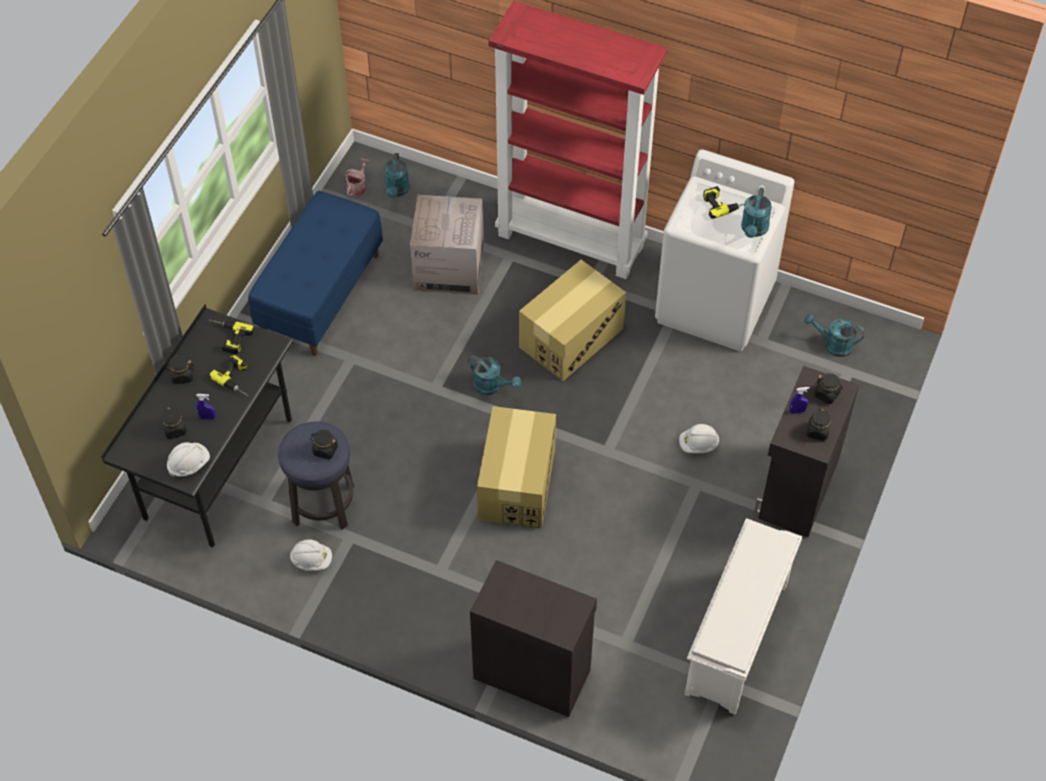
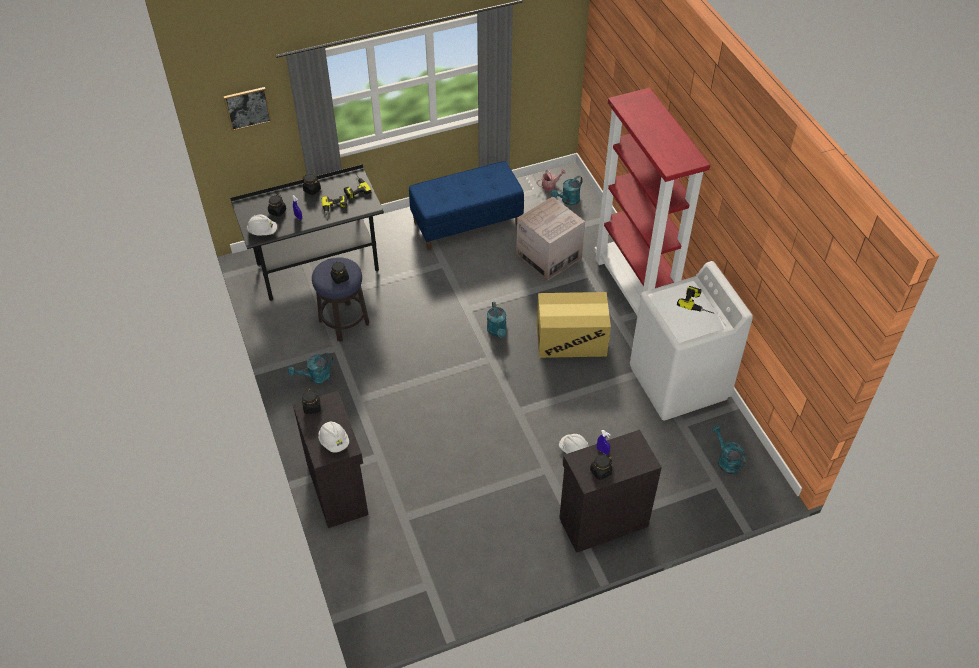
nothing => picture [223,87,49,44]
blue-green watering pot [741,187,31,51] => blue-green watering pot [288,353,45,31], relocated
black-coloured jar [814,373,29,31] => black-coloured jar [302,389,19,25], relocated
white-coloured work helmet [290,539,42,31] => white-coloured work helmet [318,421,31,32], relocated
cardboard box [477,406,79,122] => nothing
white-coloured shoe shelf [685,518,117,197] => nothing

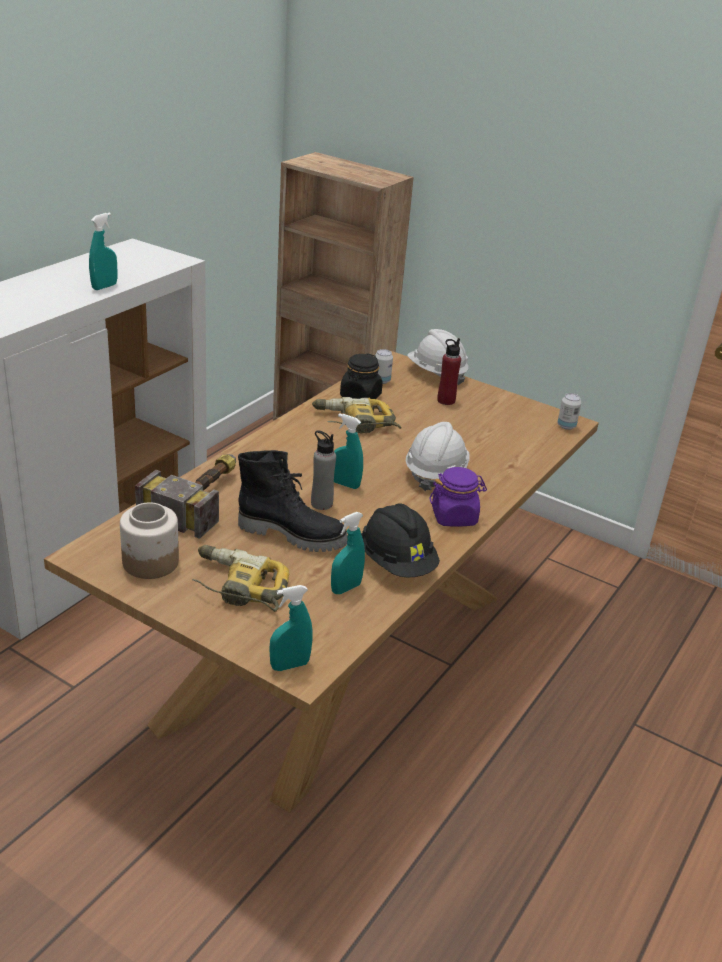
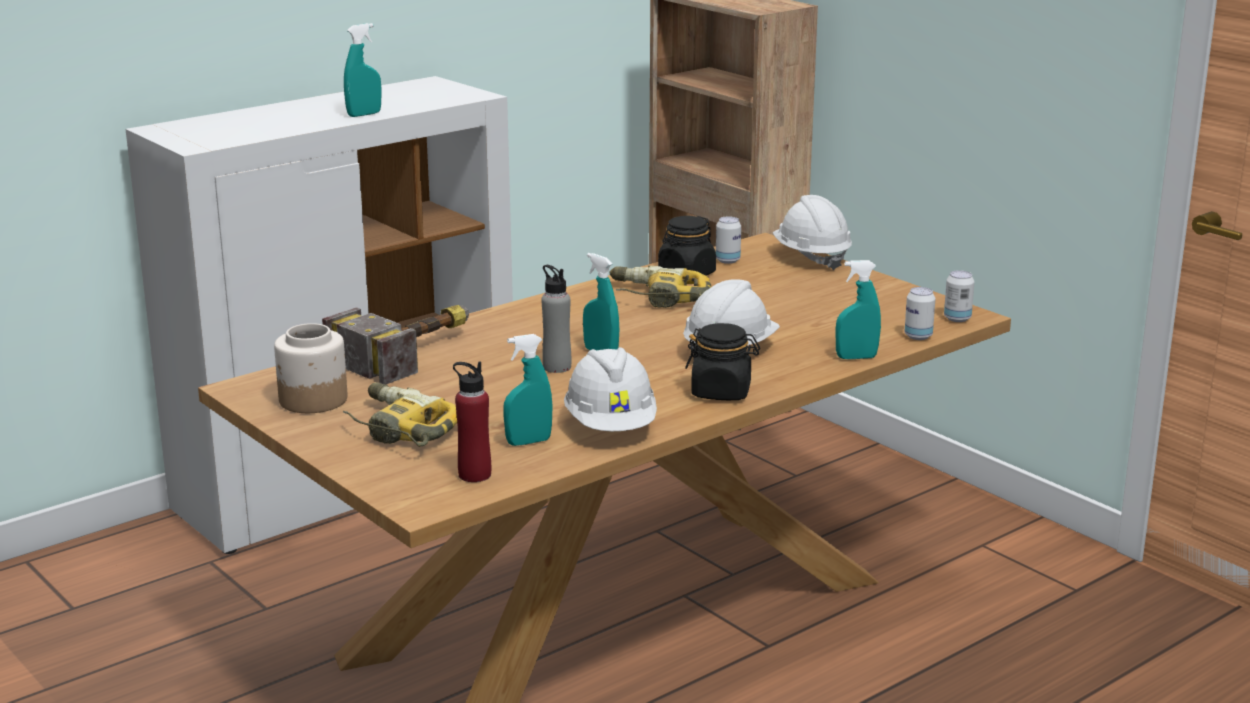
red-coloured beverage bottle [437,338,24,67] => red-coloured beverage bottle [453,362,38,120], relocated
black-coloured work helmet [361,503,79,75] => white-coloured work helmet [564,347,93,84]
purple jar [429,467,58,60] => black-coloured jar [685,323,75,77]
blue-green hand sprayer [269,585,44,86] => blue-green hand sprayer [836,260,45,99], relocated
nothing => sealed can [904,287,31,53]
black-coloured boot [238,450,110,102] => nothing

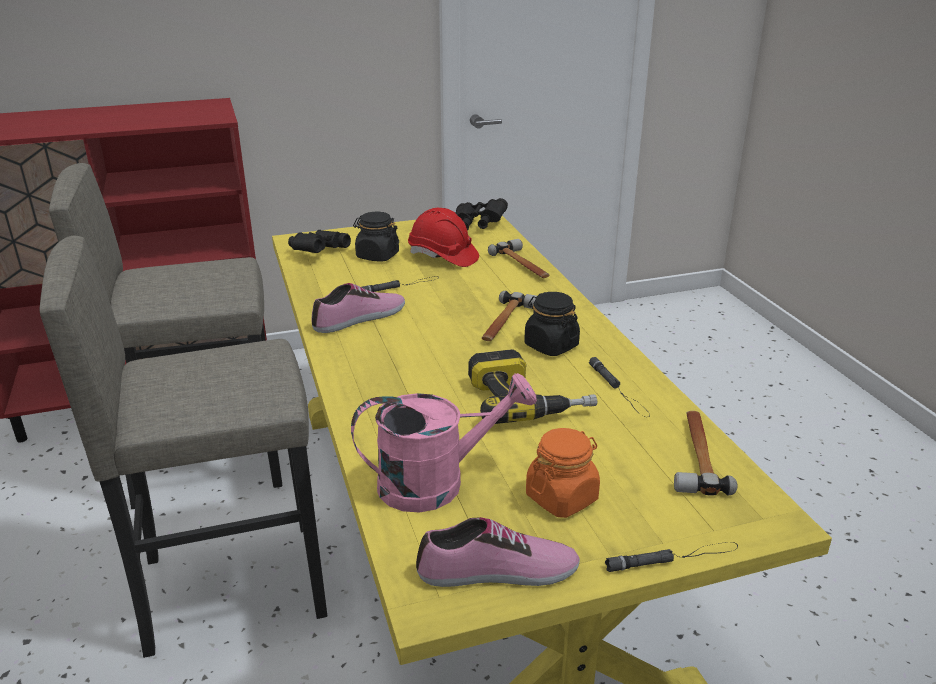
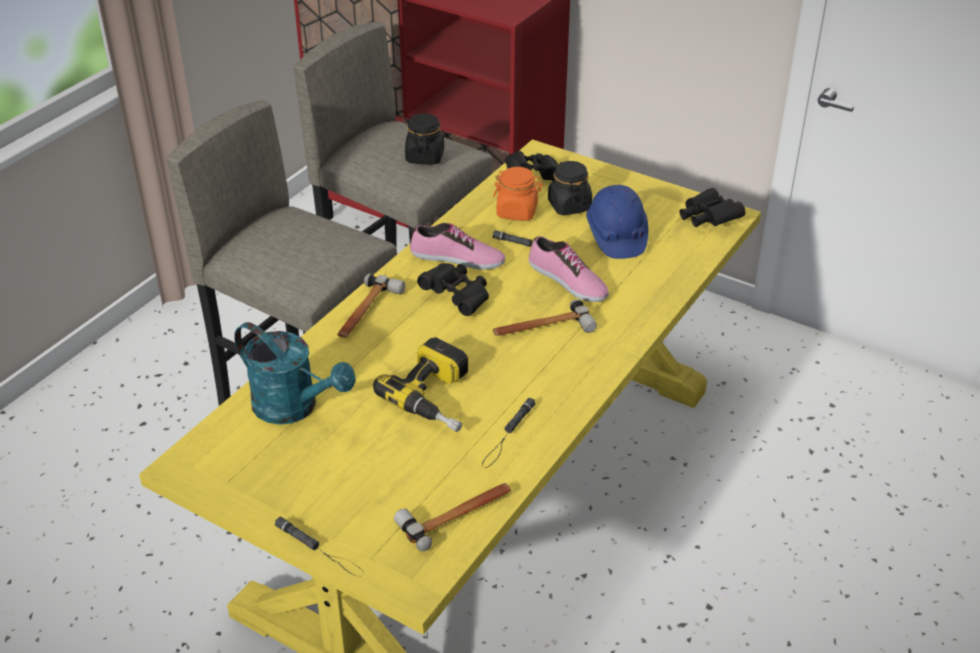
pink-coloured watering pot [351,373,186,140] => blue-green watering pot [234,322,122,103]
tool hammer [488,239,62,39] => tool hammer [337,273,68,65], relocated
black-coloured jar [524,292,56,64] => black-coloured jar [405,113,39,52], relocated
nothing => black-coloured pair of binoculars [417,263,72,53]
orange-coloured jar [526,428,74,90] => orange-coloured jar [493,167,50,54], relocated
low shoe [416,517,164,70] => low shoe [529,236,80,66], relocated
red-coloured work helmet [408,208,71,59] => blue-coloured work helmet [586,185,62,74]

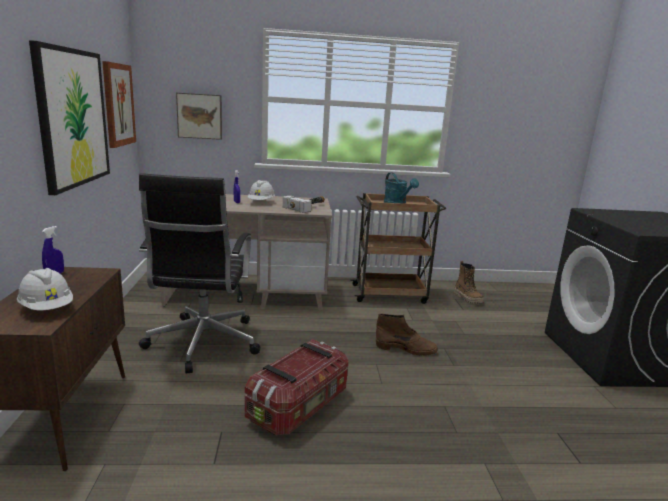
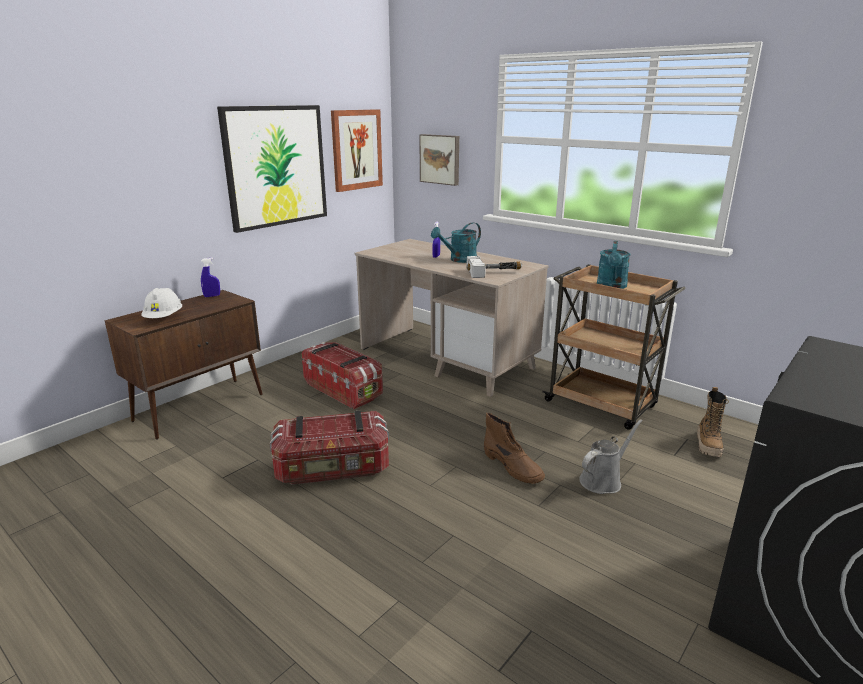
black-coloured office chair [139,173,122,201] => storage container [301,342,82,67]
white-coloured work helmet [248,180,27,20] => blue-green watering pot [431,222,50,41]
nothing => greyish watering pot [579,419,64,75]

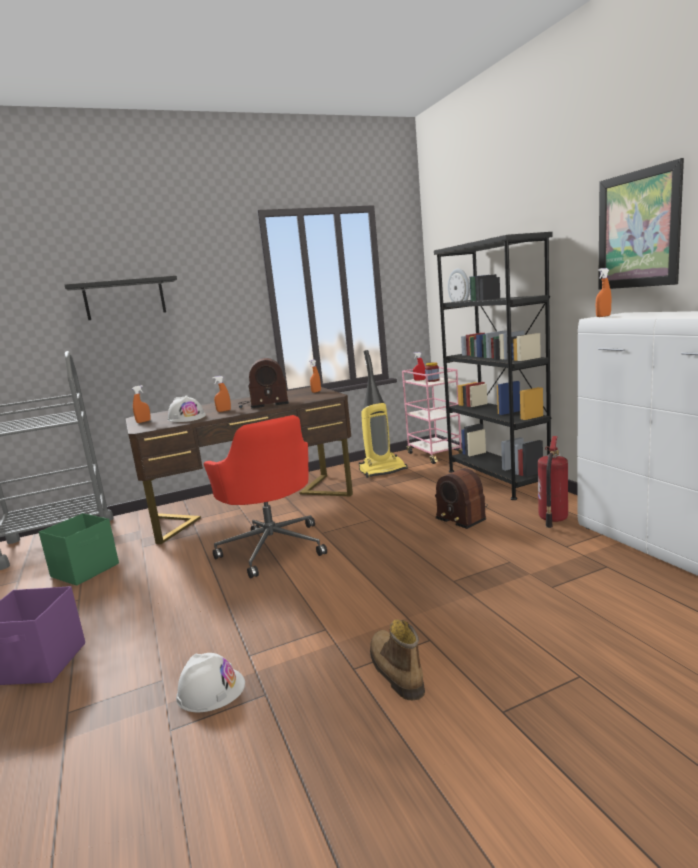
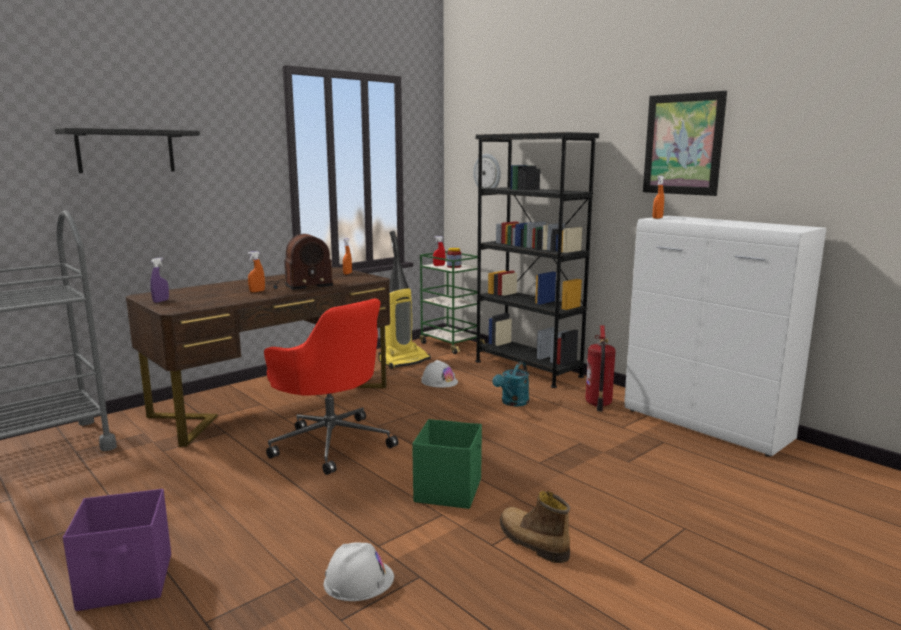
orange-coloured hand sprayer [132,385,19,38] => purple hand sprayer [150,257,19,46]
green storage container [39,513,80,73] => green storage container [412,419,70,90], relocated
pink-coloured cart [402,367,61,97] => green cart [420,251,65,103]
white-coloured work helmet [168,395,38,27] => white-coloured work helmet [421,360,37,28], relocated
radio set [435,468,53,61] => blue-green watering pot [493,362,36,45]

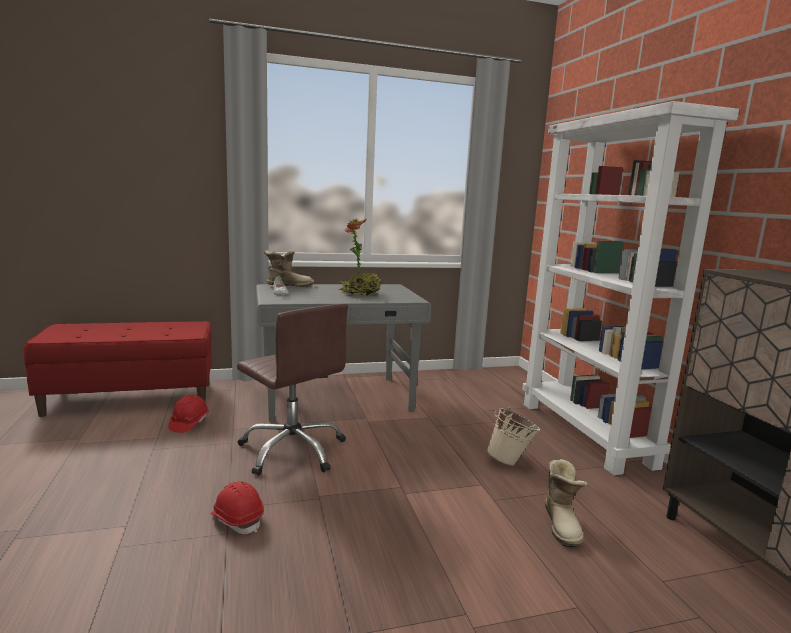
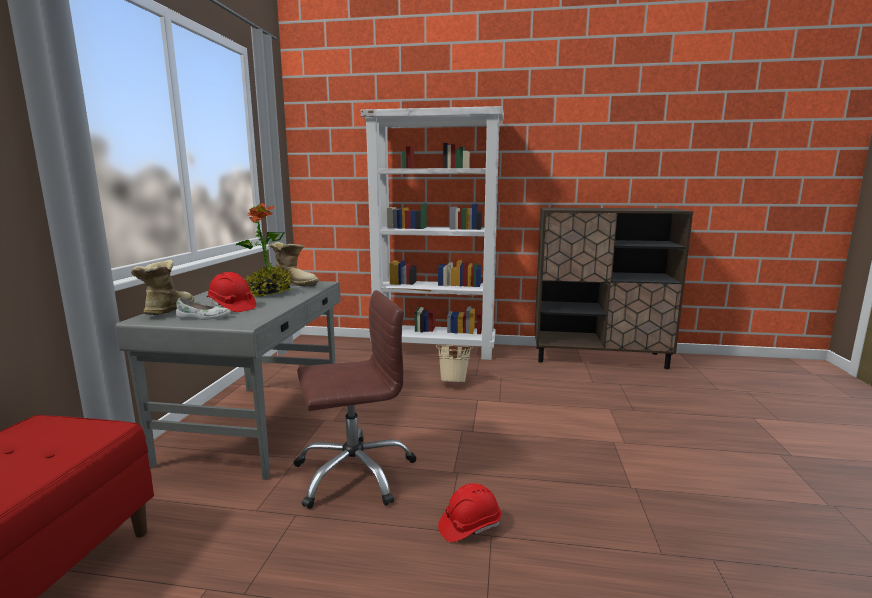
red-coloured work helmet [168,394,41,39] => red-coloured work helmet [207,272,49,40], relocated
boot [545,459,43,88] => boot [270,242,49,45], relocated

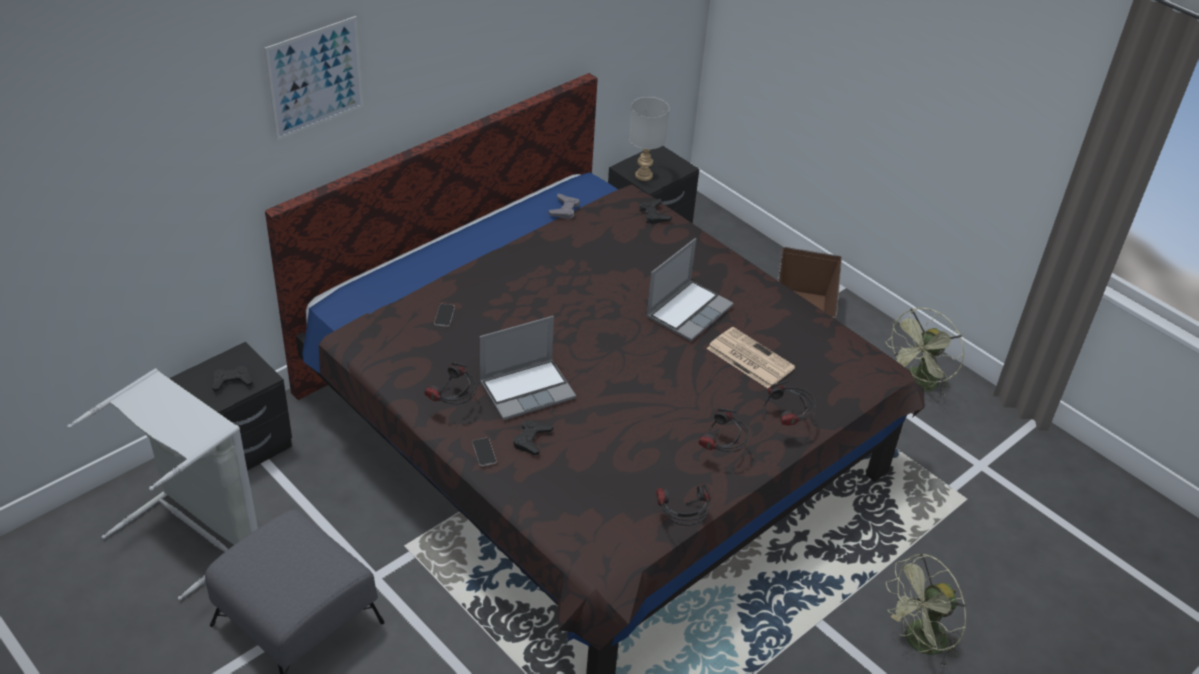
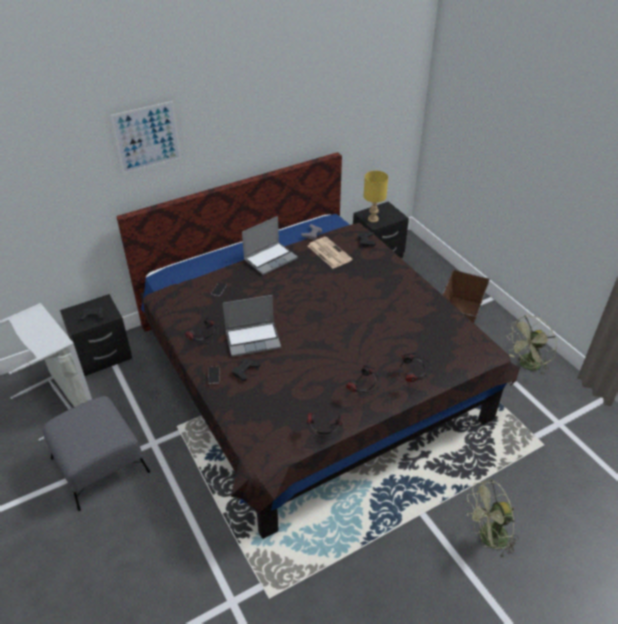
notebook computer [646,238,88,103] => notebook computer [242,216,56,59], relocated
daily paper [707,327,88,61] => daily paper [308,237,45,31], relocated
greyish table lamp [629,97,40,84] => yellowish table lamp [364,171,24,52]

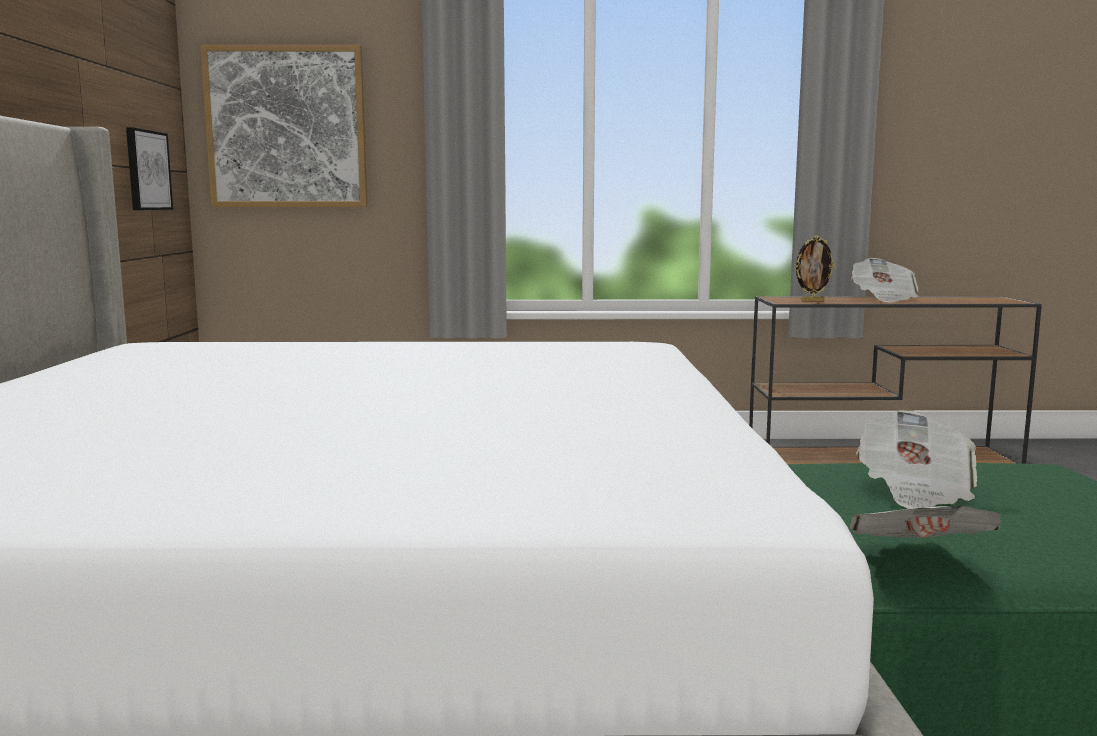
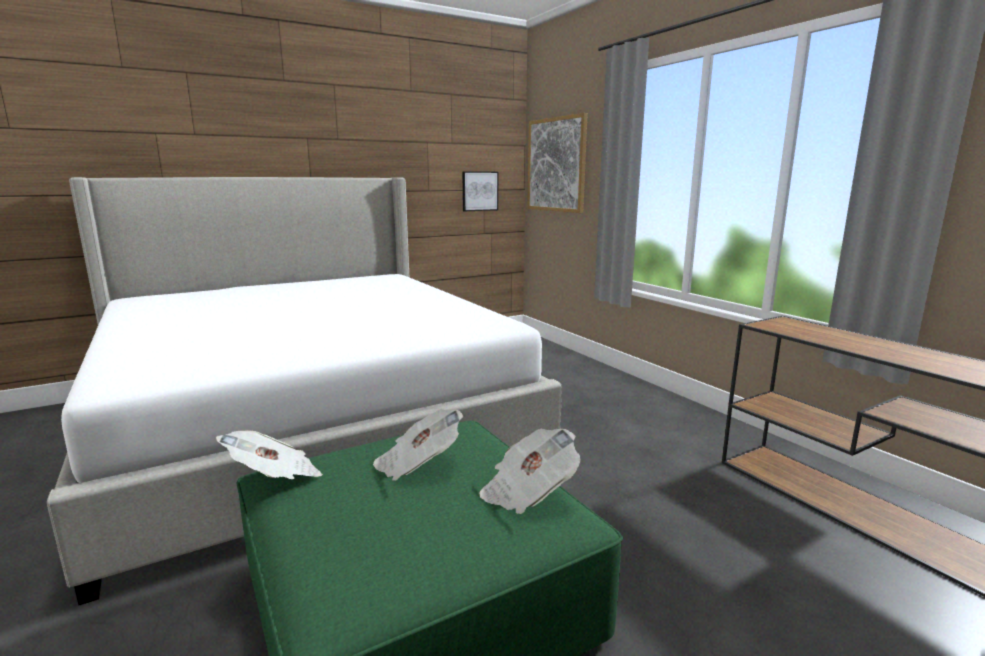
daily paper [851,258,67,44] => daily paper [479,429,101,85], relocated
picture frame [794,235,42,67] => nothing

